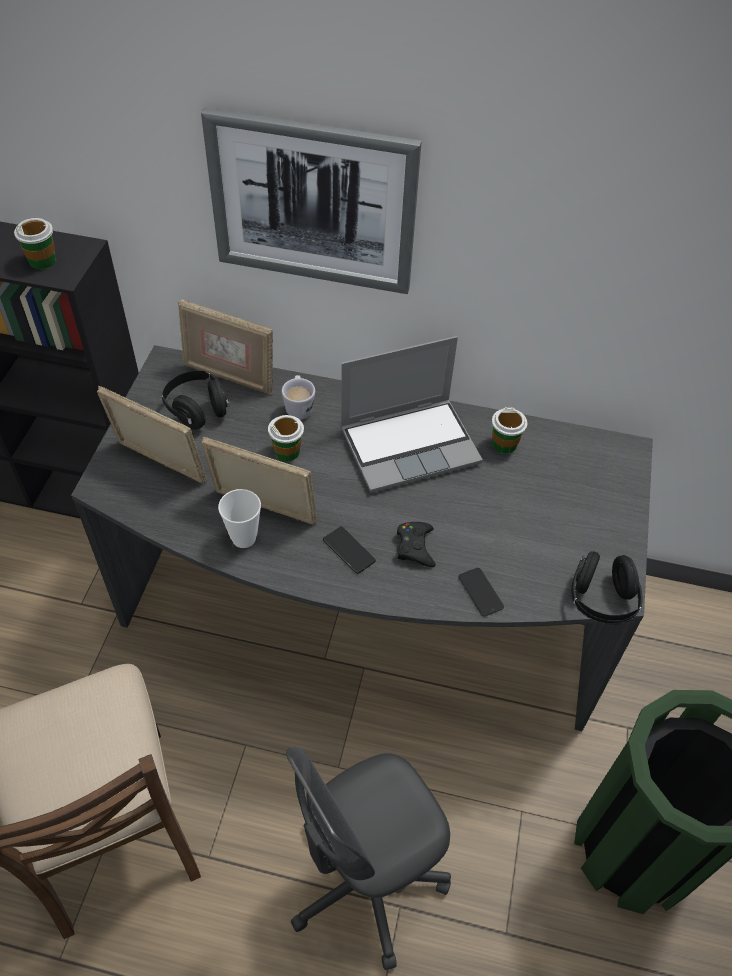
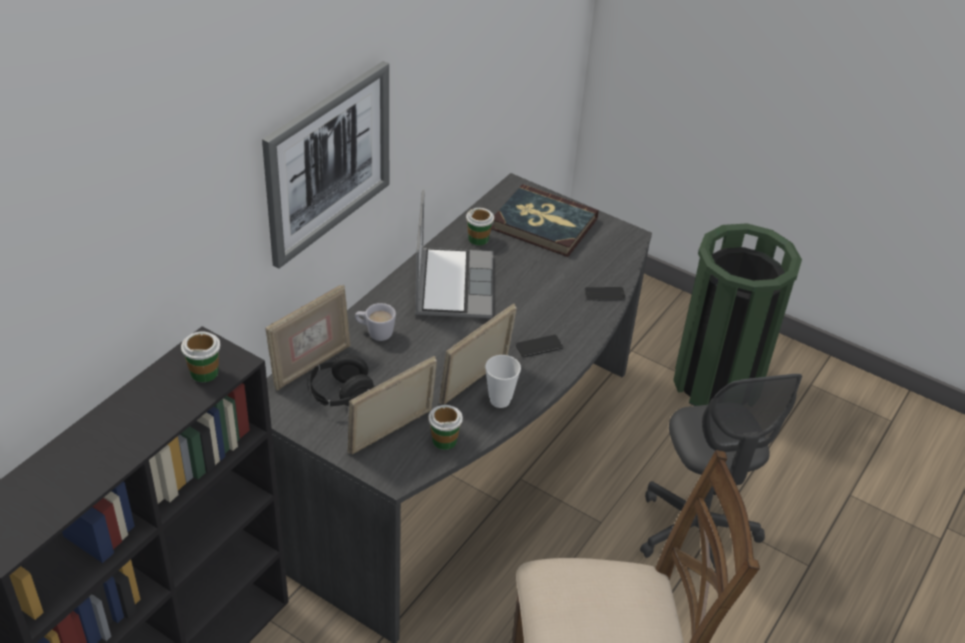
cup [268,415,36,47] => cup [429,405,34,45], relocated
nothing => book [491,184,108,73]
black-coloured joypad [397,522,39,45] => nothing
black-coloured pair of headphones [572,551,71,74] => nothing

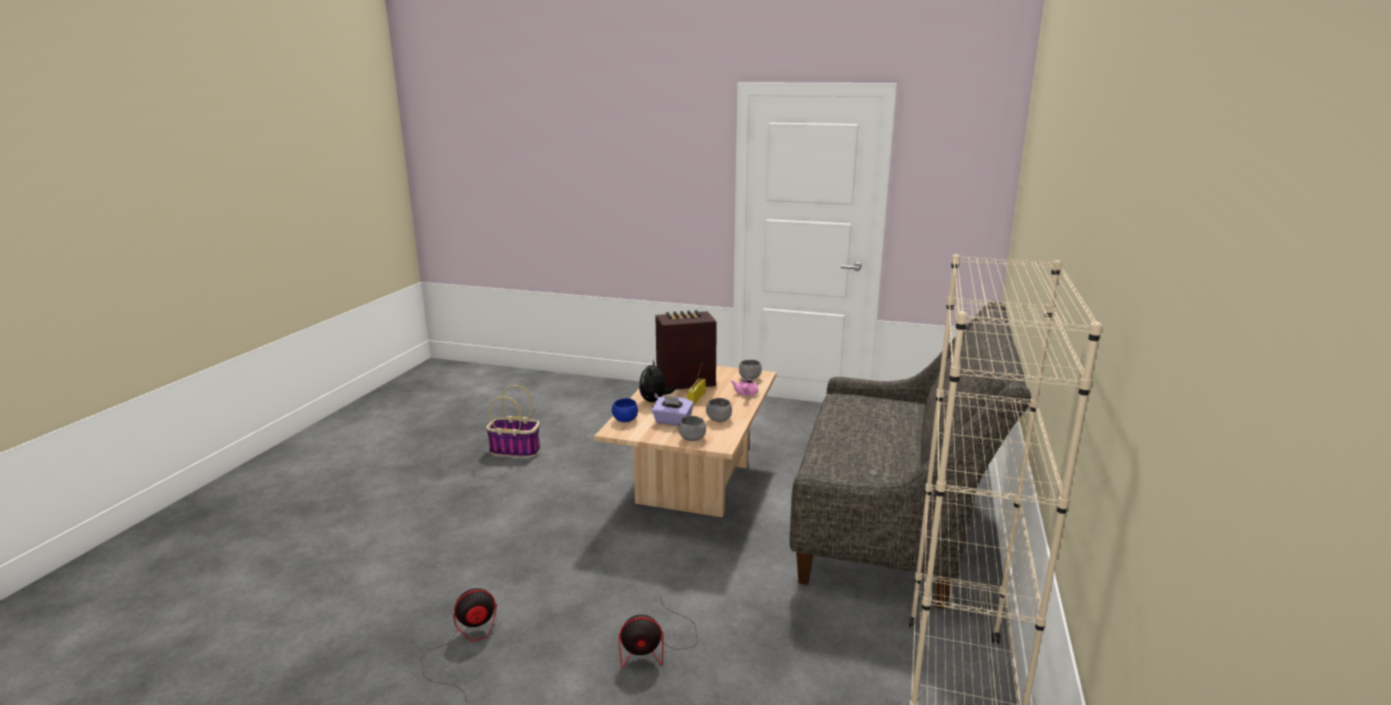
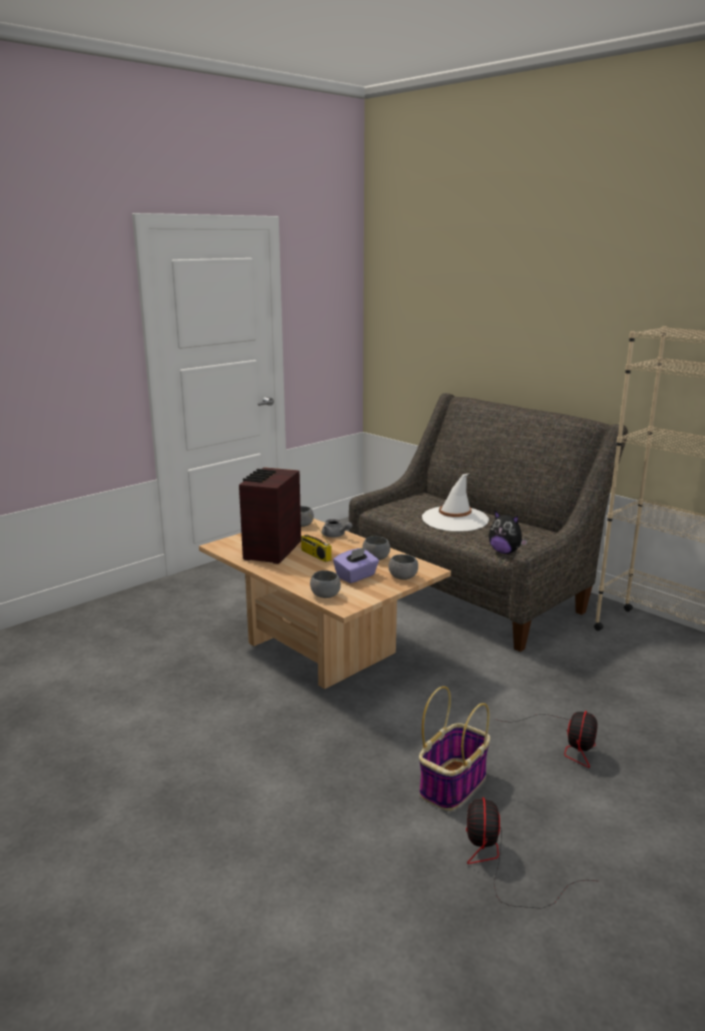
blue-coloured bowl [612,398,26,24] => greyish bowl [310,570,31,28]
pink-coloured tea pot [731,378,27,18] => greyish tea pot [322,519,30,18]
basket [486,385,54,73] => basket [419,686,71,125], relocated
nothing => white-coloured clothing hat [422,473,67,59]
soft toy [639,360,36,42] => soft toy [488,511,40,43], relocated

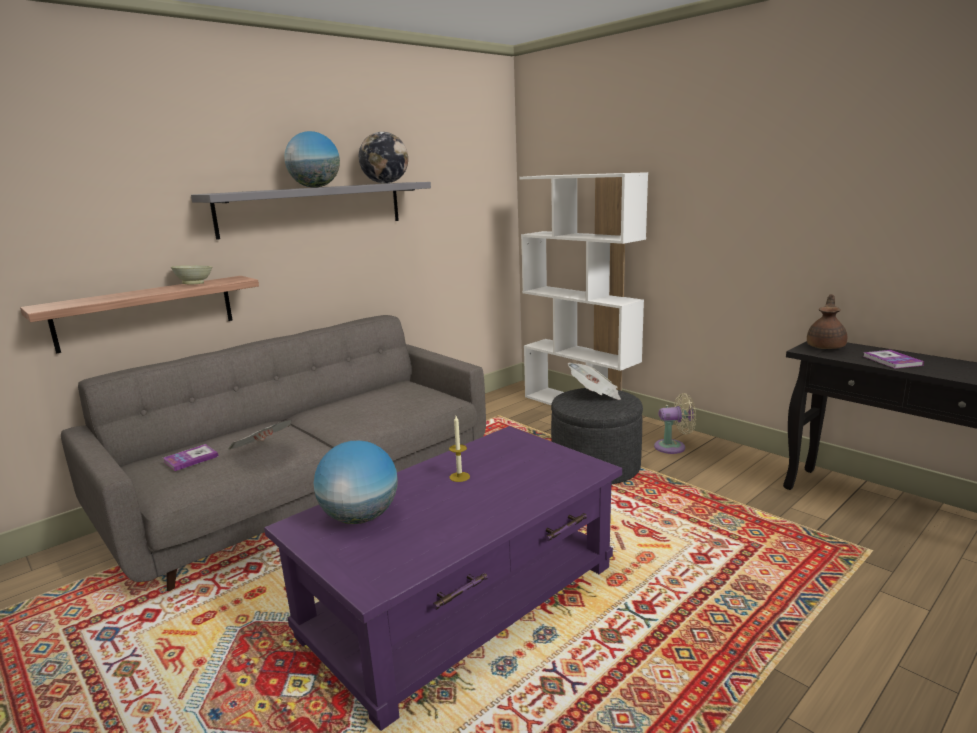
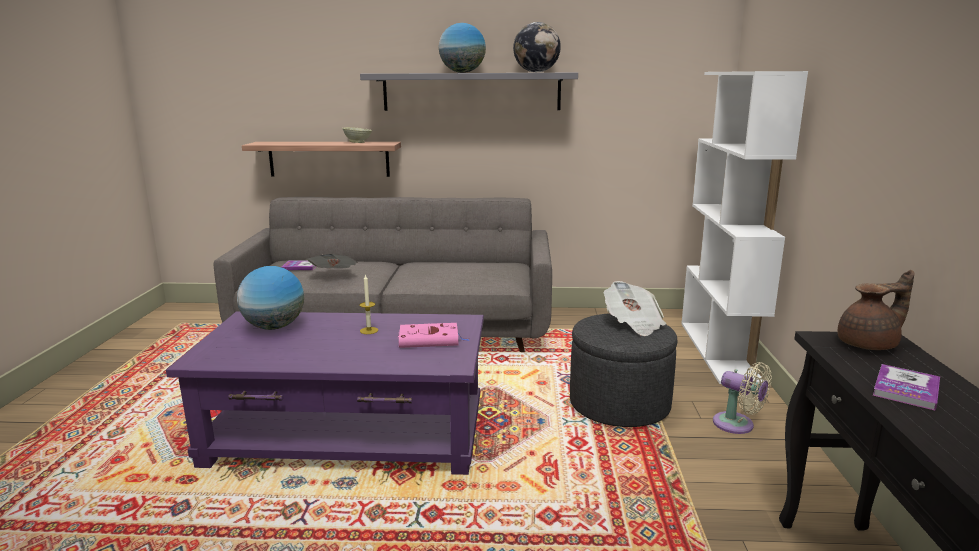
nothing => pink-coloured book [398,323,72,25]

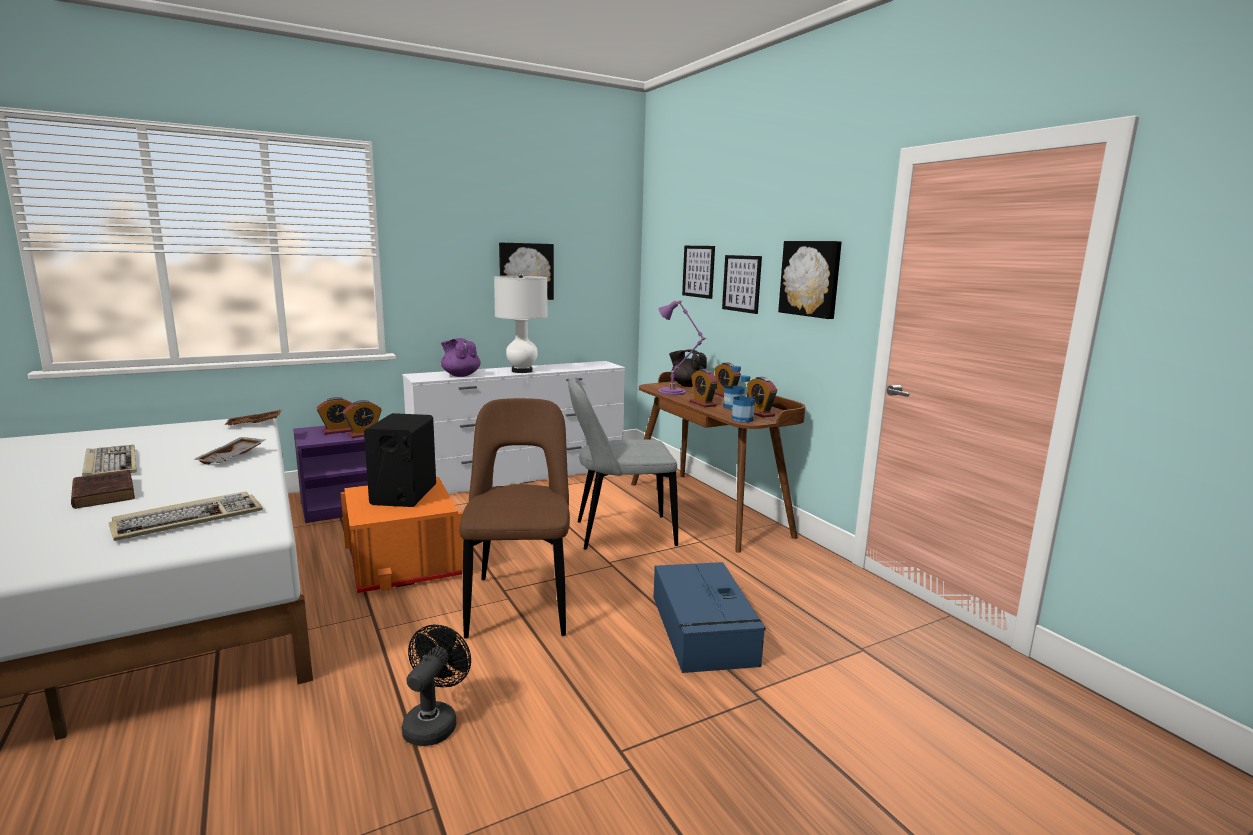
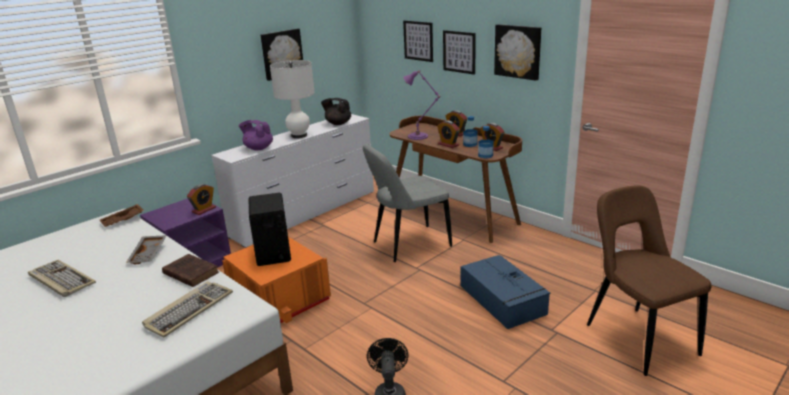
brown book [71,470,64,39] => brown book [162,254,57,33], relocated
black-coloured tea pot [669,349,38,38] => black-coloured tea pot [321,98,30,27], relocated
brown plain chair [459,398,111,241] => brown plain chair [587,185,124,191], relocated
table clock [317,397,36,37] => nothing

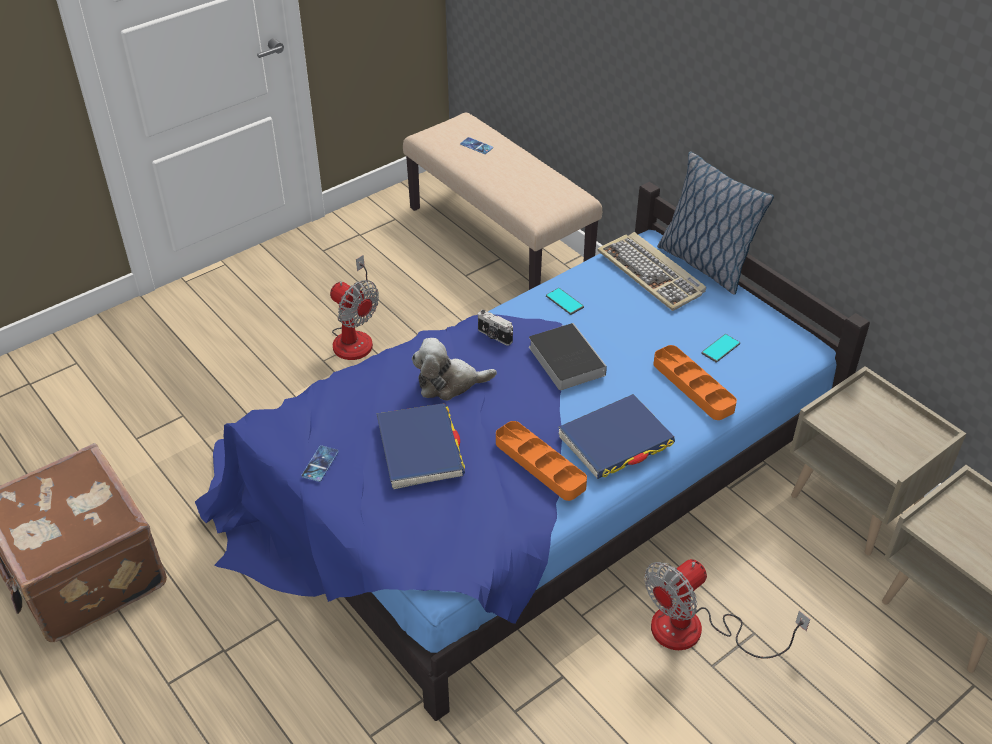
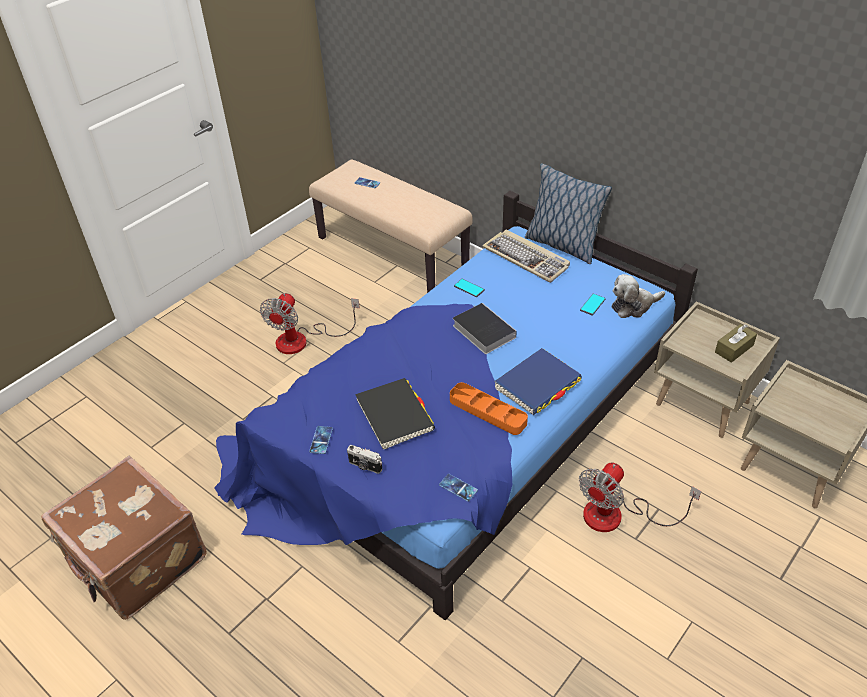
fan [330,255,49,105] => fan [260,293,100,61], 75 degrees clockwise
still camera [478,310,35,36] => still camera [347,445,35,29], relocated
blue-coloured book [377,403,88,86] => black-coloured book [355,378,80,72]
nothing => handset [439,474,39,28]
soft toy [412,338,85,63] => soft toy [612,274,53,44], relocated
nothing => brown box of tissues [715,324,42,39]
orange-coloured serving tray [653,345,84,75] => nothing

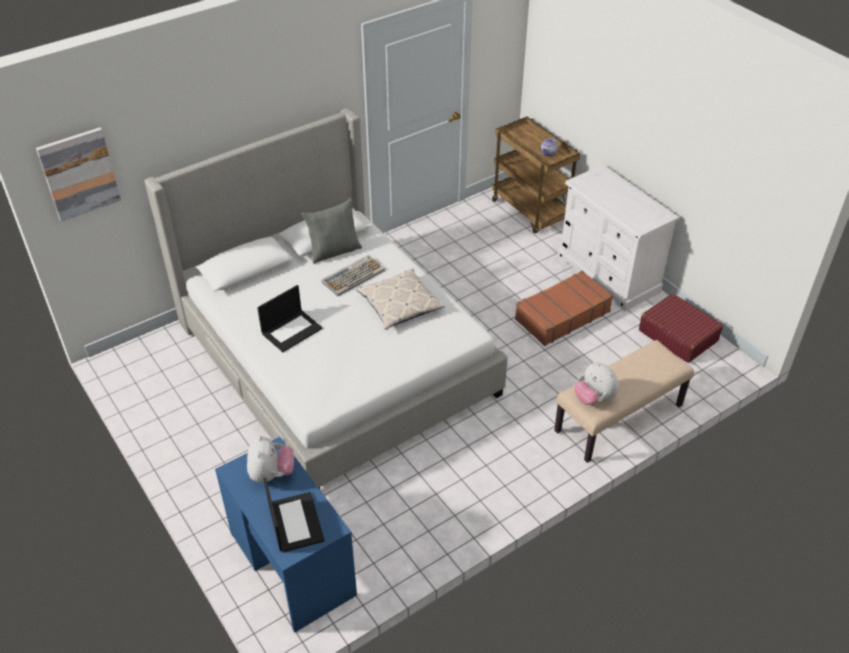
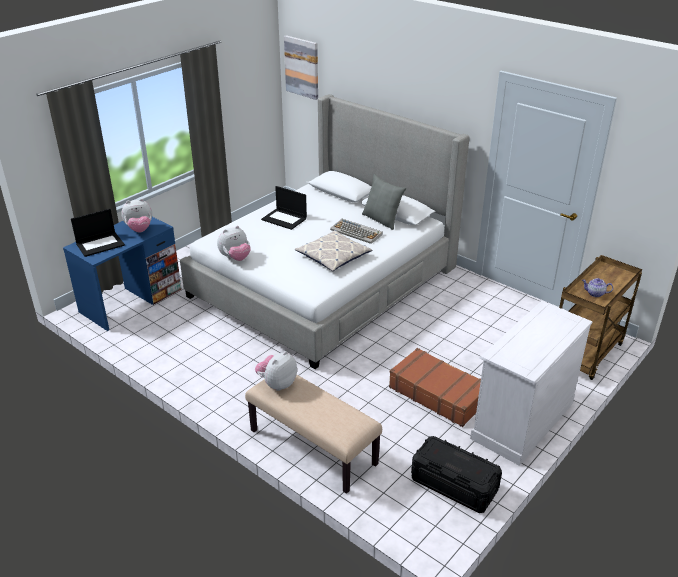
nothing => soft toy [217,226,34,35]
red-coloured suitcase [639,294,84,69] => black-coloured storage container [411,436,91,77]

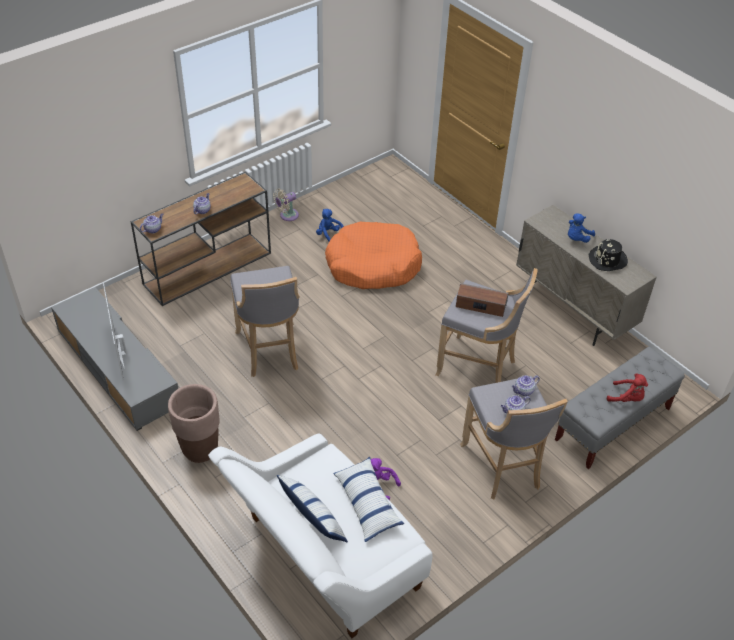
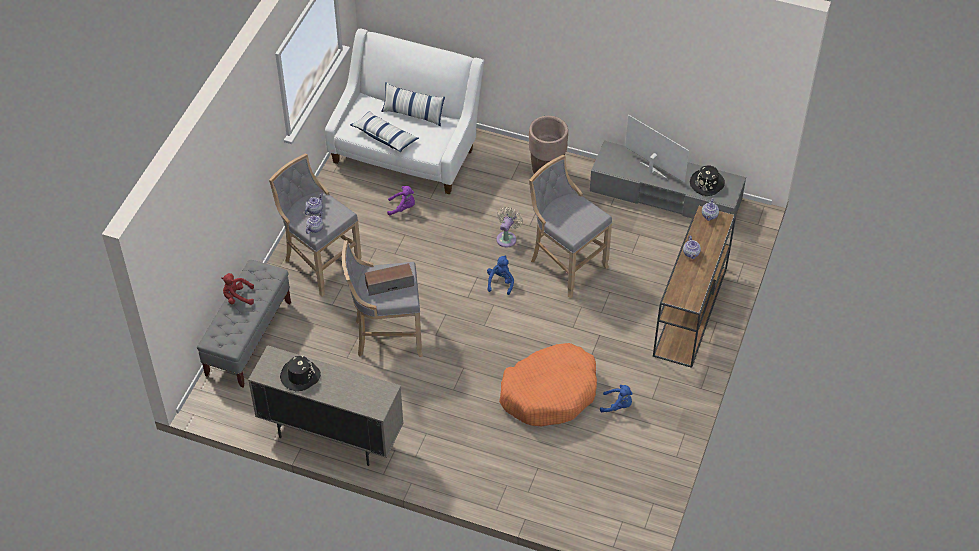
blue-coloured soft toy [568,213,27,30] => blue-coloured soft toy [487,256,27,39], relocated
sand-coloured fan [273,189,26,32] => sand-coloured fan [496,207,27,40], relocated
nothing => black-coloured clothing hat [690,166,35,30]

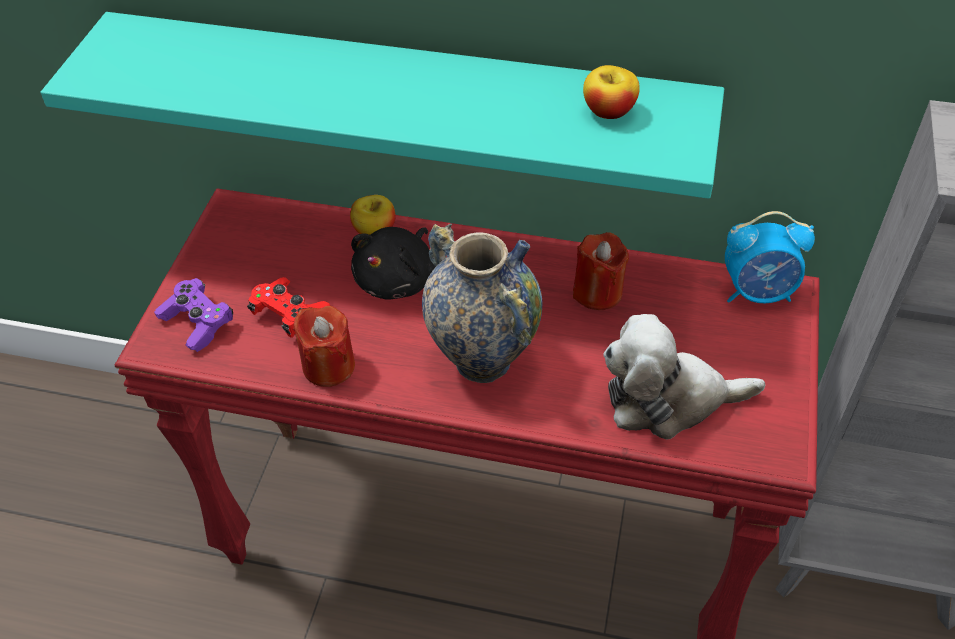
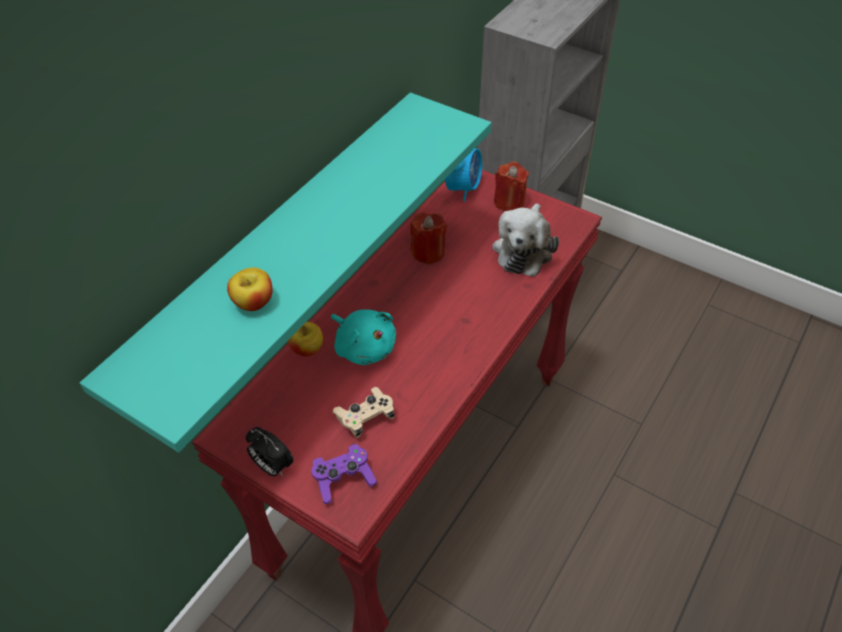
apple fruit [583,65,57,54] => apple fruit [227,268,46,43], relocated
nothing => table clock [246,427,48,50]
black-coloured soft toy [351,227,85,73] => blue-green soft toy [331,309,65,56]
red-coloured joypad [247,277,83,61] => sand-coloured joypad [332,387,63,51]
red-coloured candle [293,306,62,81] => red-coloured candle [494,161,35,50], relocated
flower vase [422,224,121,159] => nothing

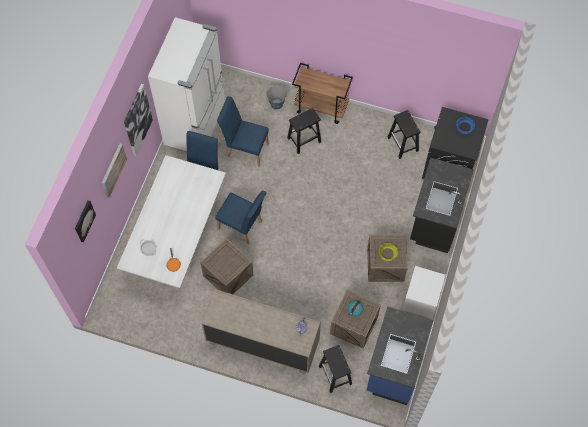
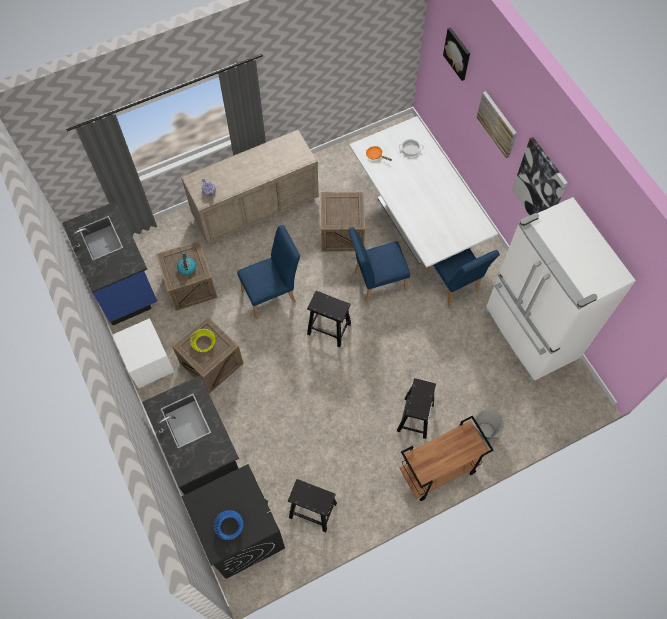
blue-coloured plain chair [217,96,52,71] => blue-coloured plain chair [237,225,63,94], relocated
black-coloured sitting stool [319,345,33,48] => black-coloured sitting stool [307,291,44,56], relocated

